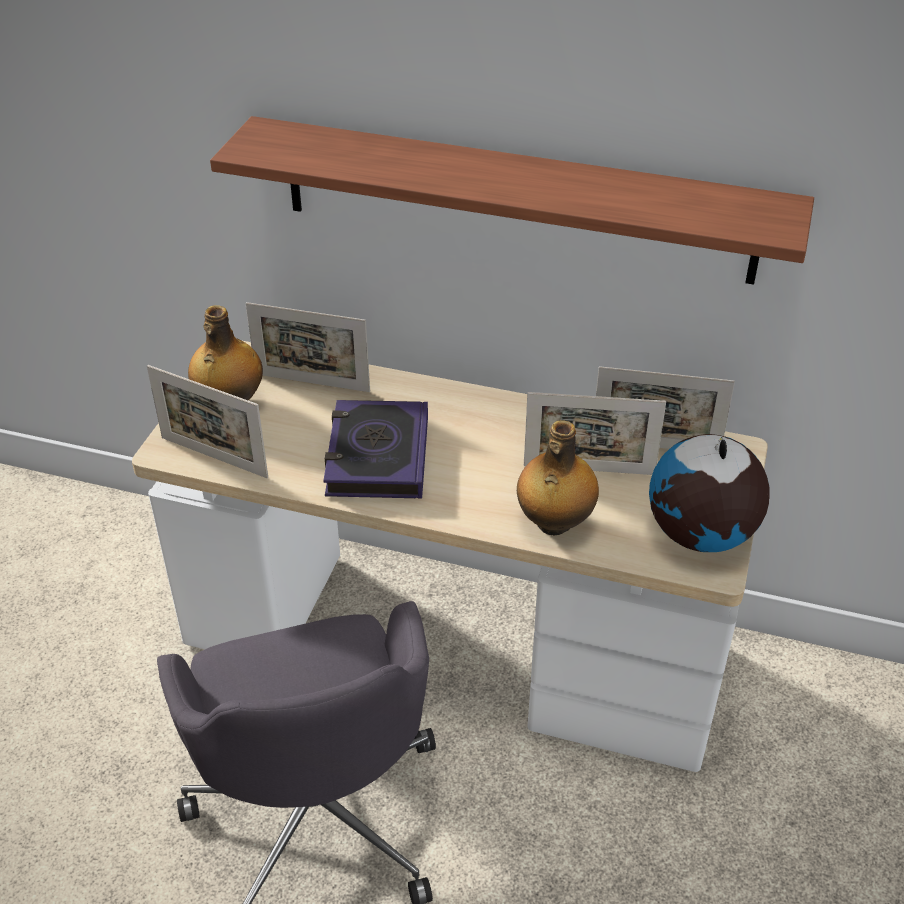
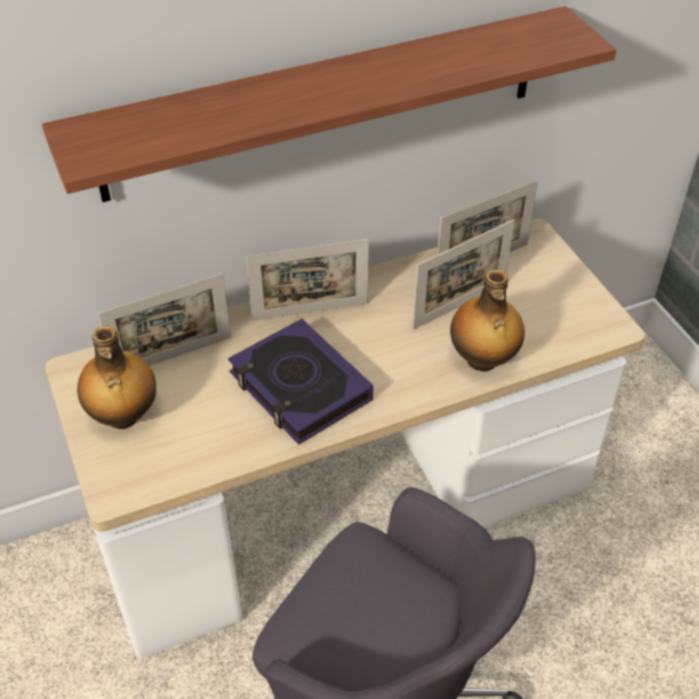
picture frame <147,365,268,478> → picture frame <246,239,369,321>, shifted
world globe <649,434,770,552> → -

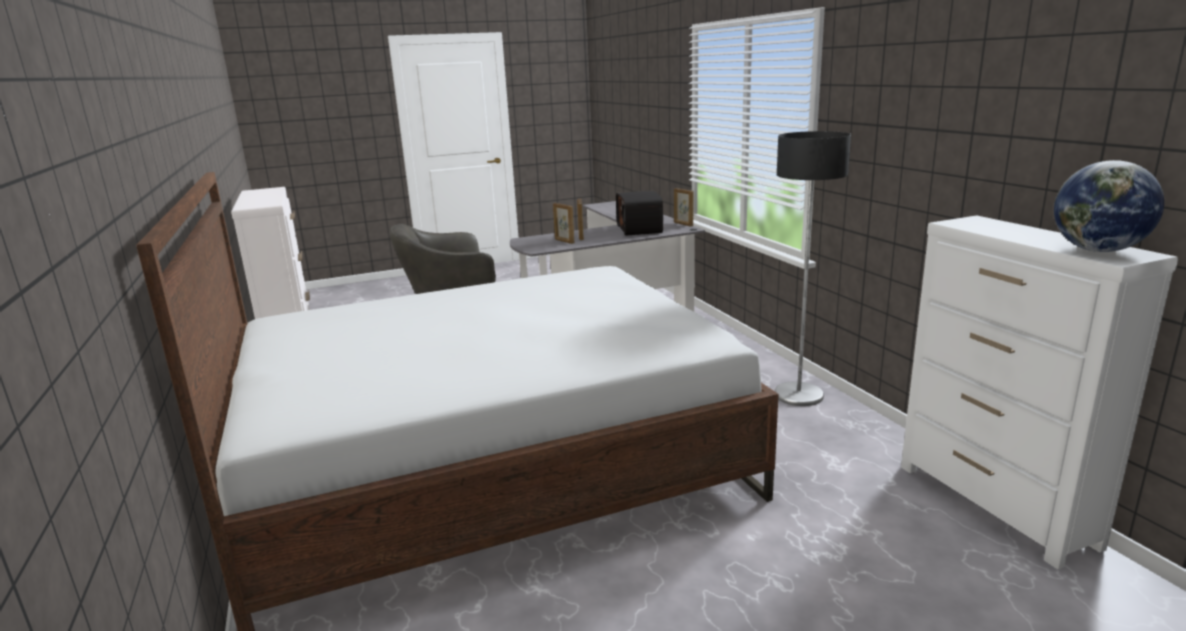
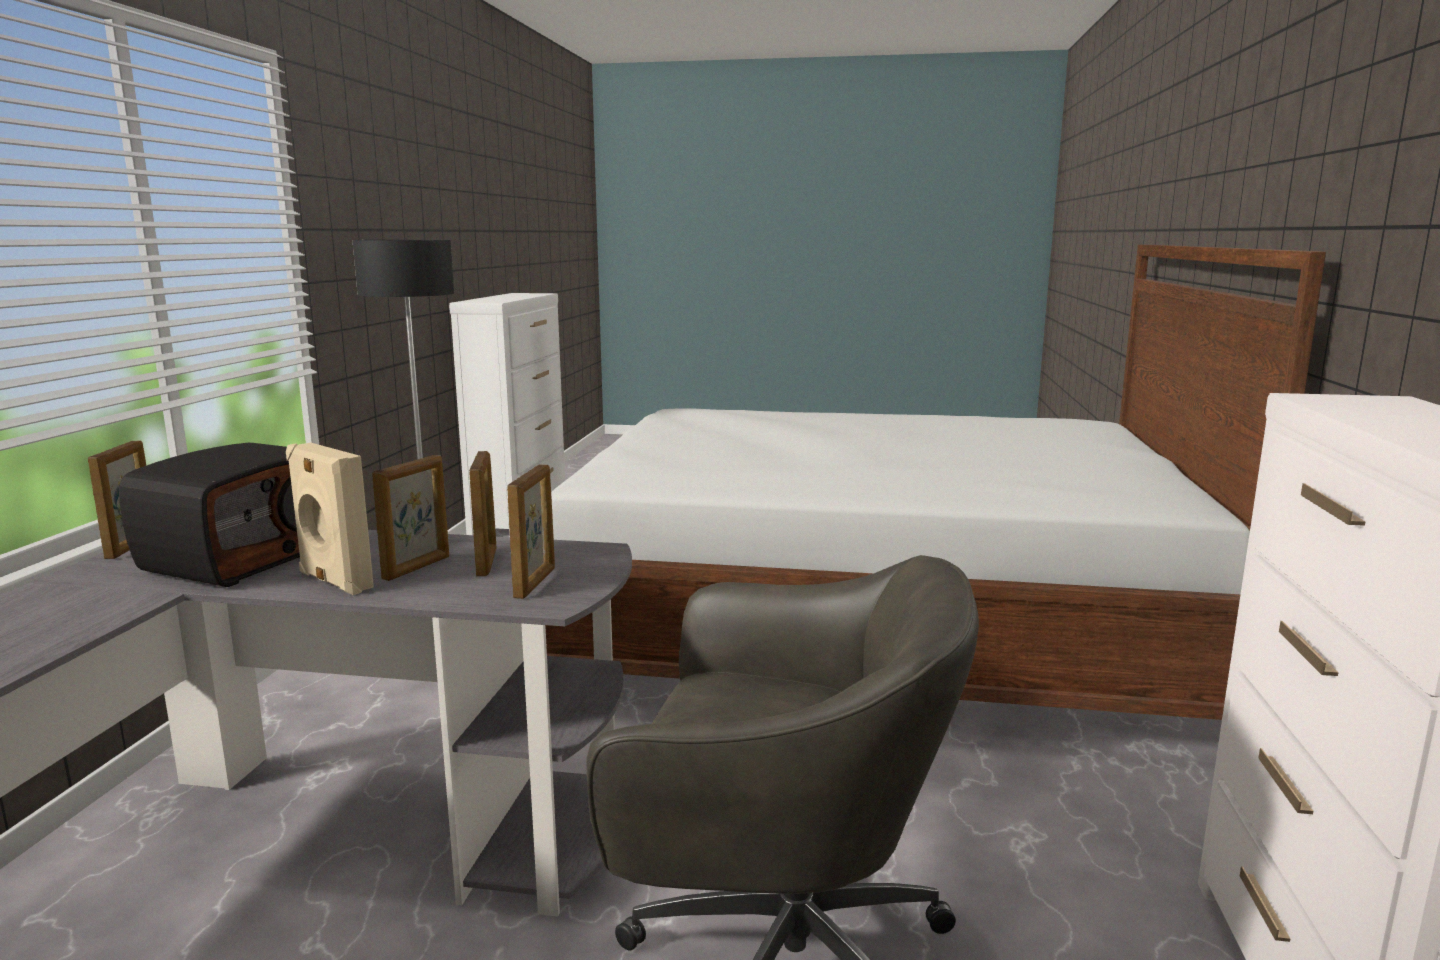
- → sand-coloured speaker <286,442,374,595>
- → picture frame <507,464,555,599>
world globe <1054,160,1164,252> → -

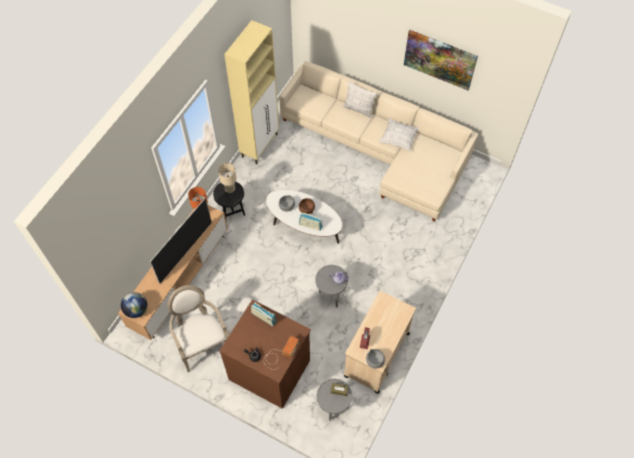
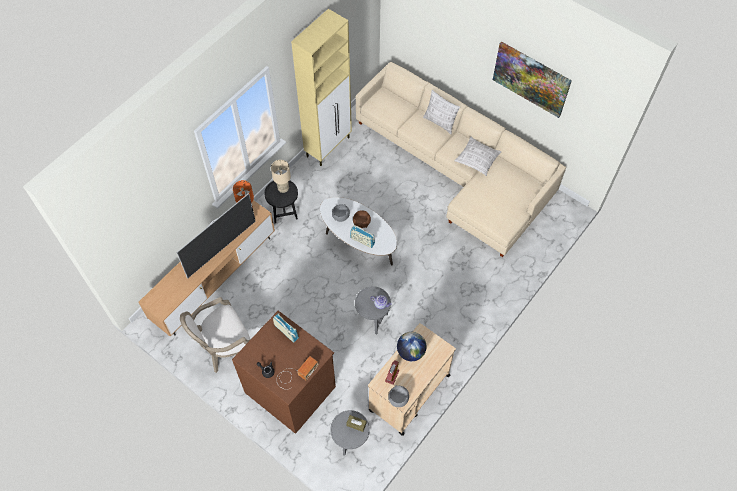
easy chair <167,285,229,372> → easy chair <180,297,251,373>, 105 degrees counterclockwise
world globe <121,292,147,318> → world globe <397,332,427,361>, shifted

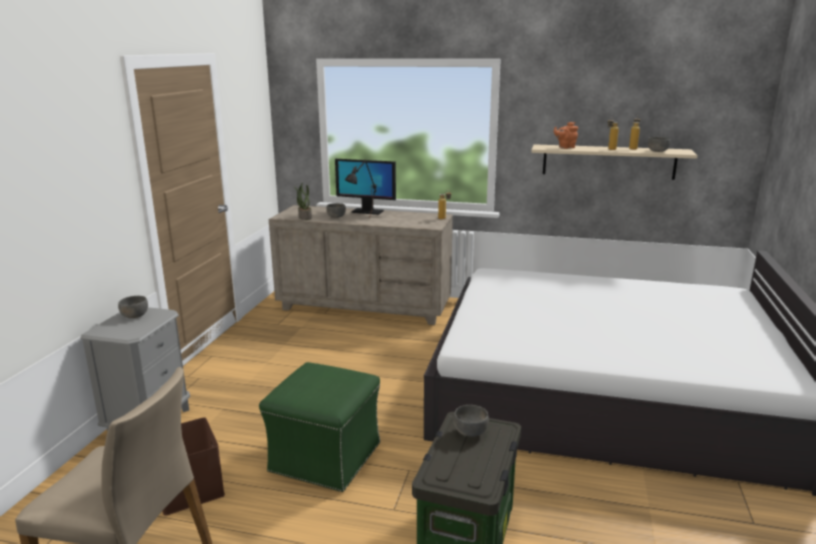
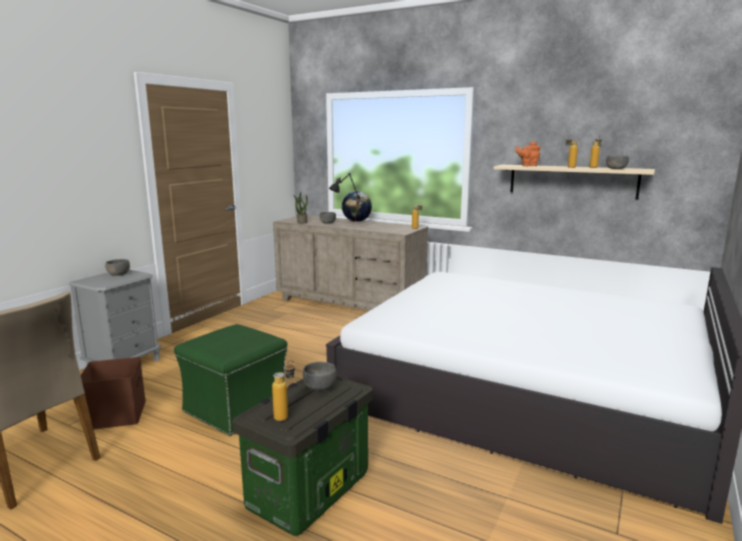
- → beverage bottle <272,360,295,421>
computer display <335,159,396,215> → world globe <342,191,372,222>

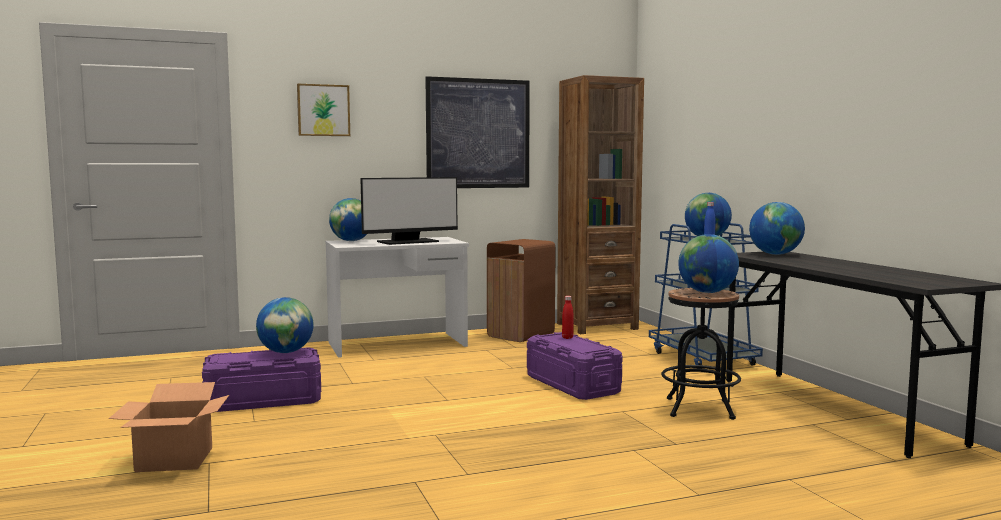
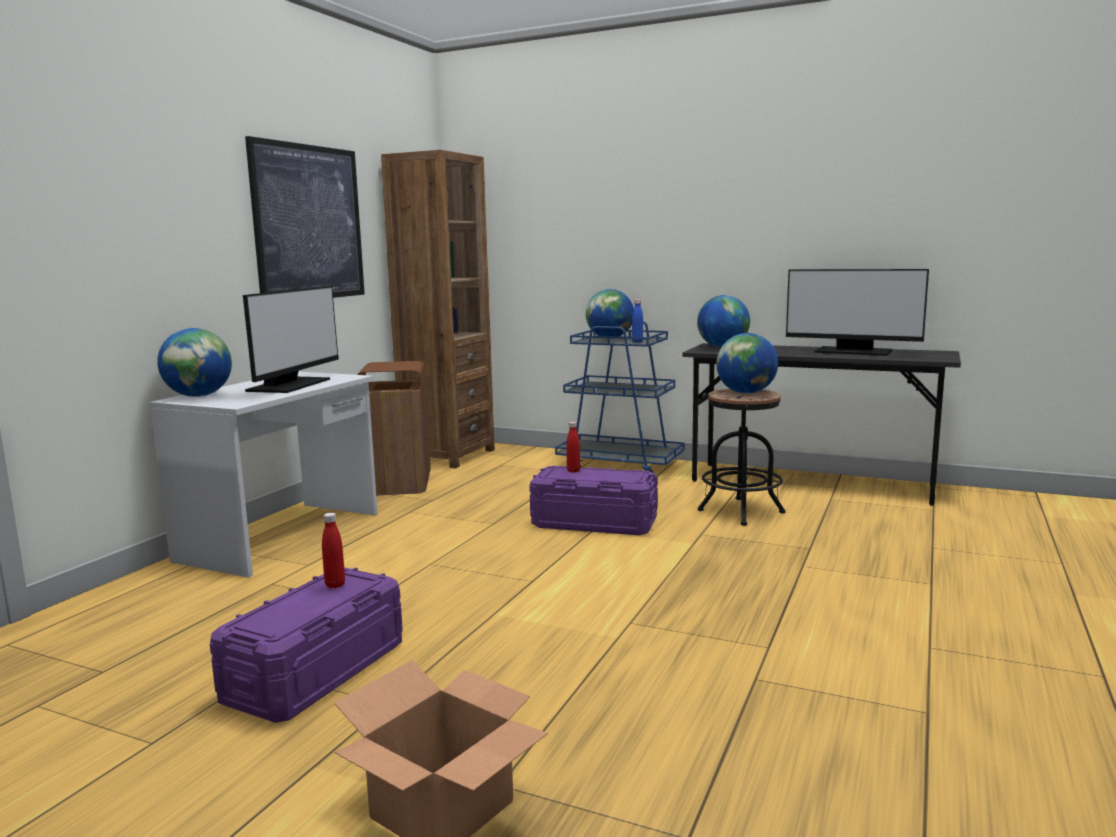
world globe <256,297,314,353> → red beverage bottle <322,513,345,588>
- → computer display <786,269,929,356>
wall art <297,84,350,136> → -

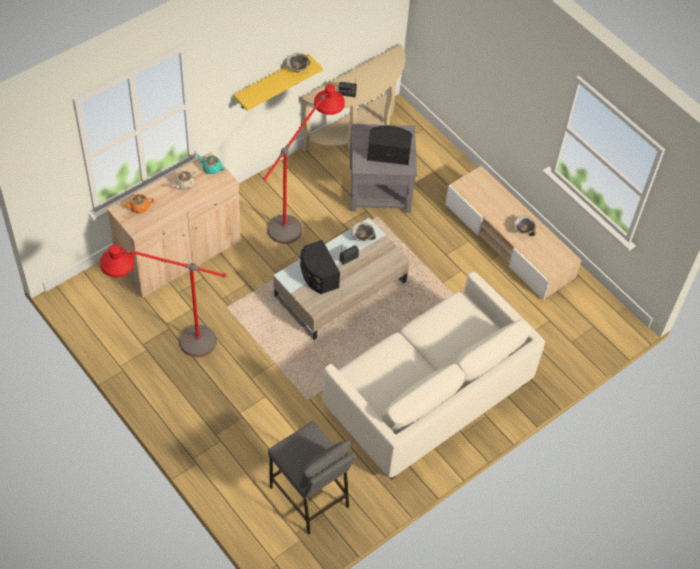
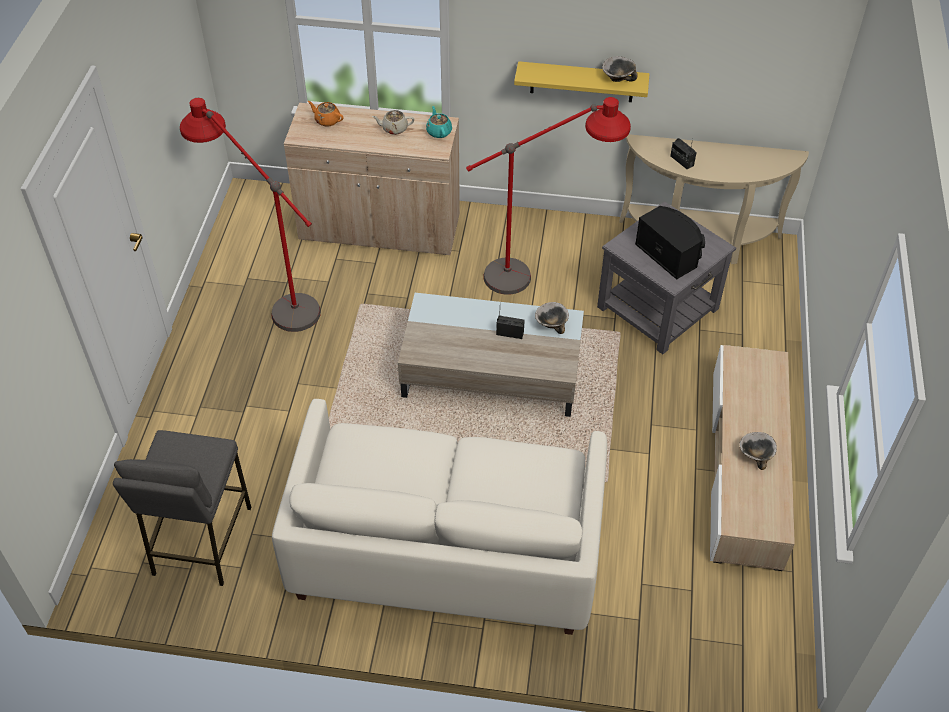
black speaker <300,240,340,294> → -

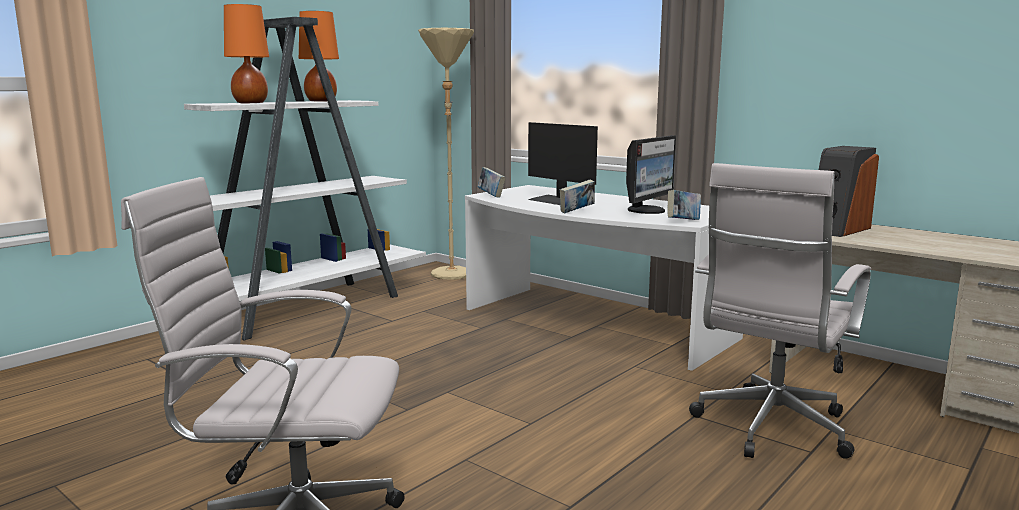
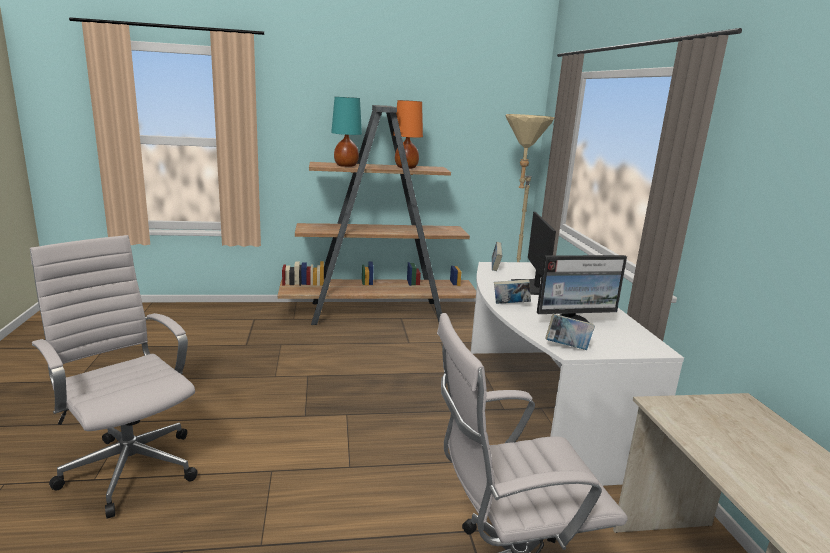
white-coloured bookshelf <184,17,426,341> → brown-coloured bookshelf <278,105,476,325>
orangey lamp for a table <224,4,269,104> → blue-green lamp for a table <331,97,362,167>
speaker <819,146,879,237> → -

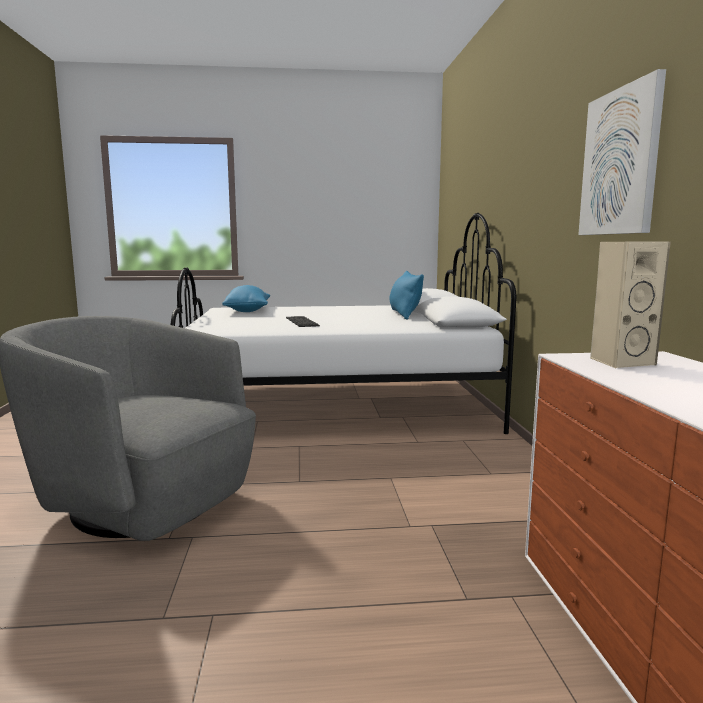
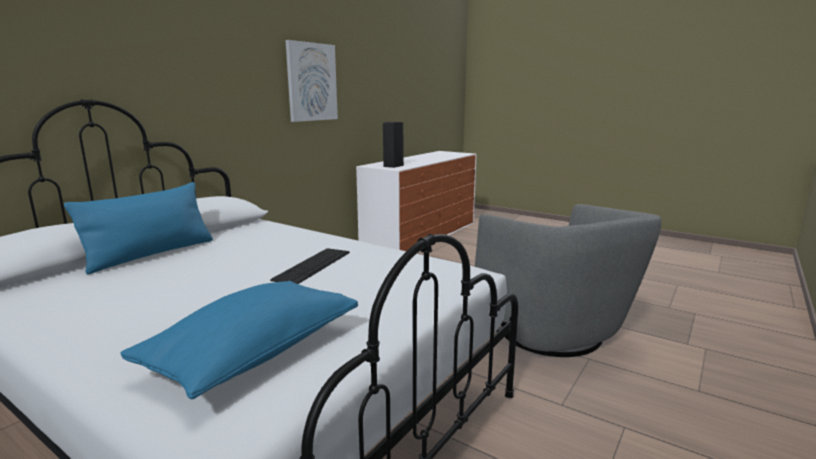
sand-coloured speaker <590,242,671,368> → black speaker <383,122,404,168>

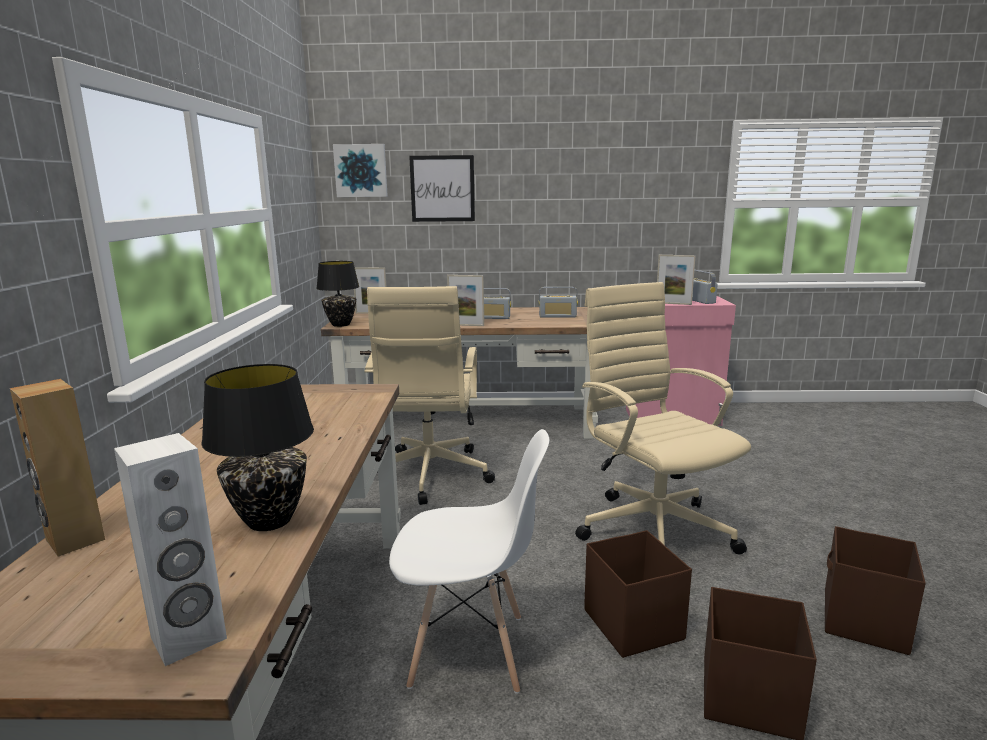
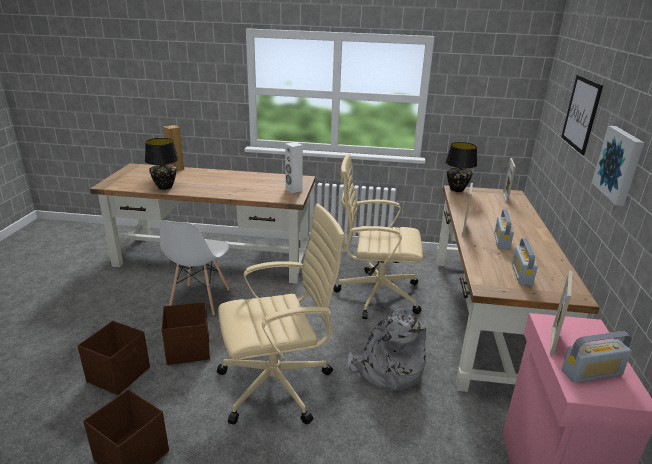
white-coloured speaker <114,433,227,666> → white-coloured speaker <285,142,303,193>, shifted
- → greyish backpack <348,307,426,391>
wall art <333,144,388,197> → wall art <592,126,644,206>, shifted

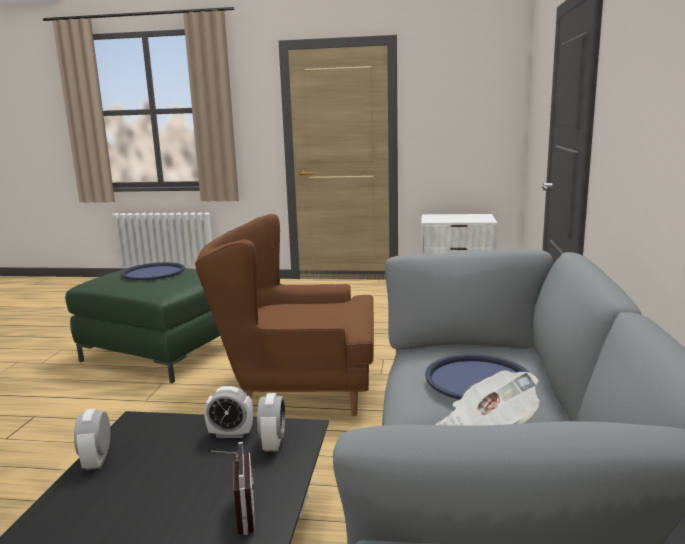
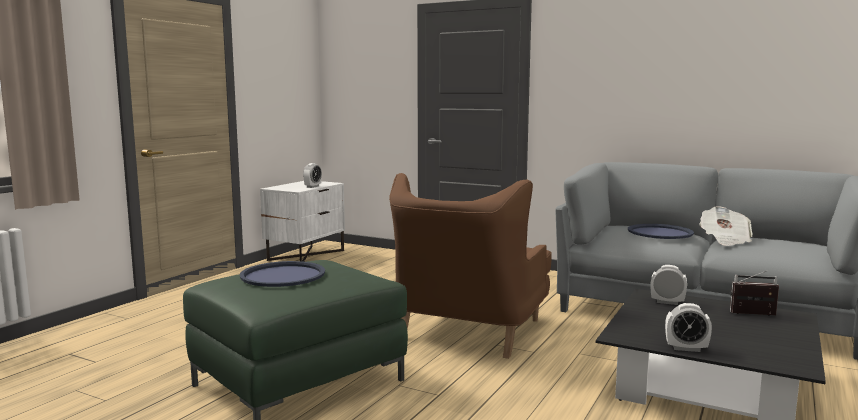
alarm clock <204,386,253,438> → alarm clock <303,163,322,188>, shifted

